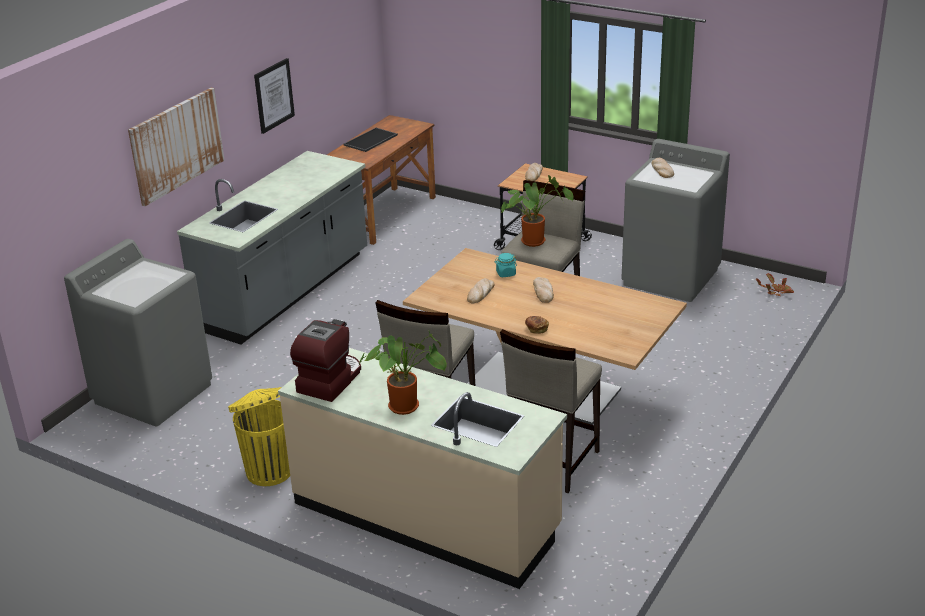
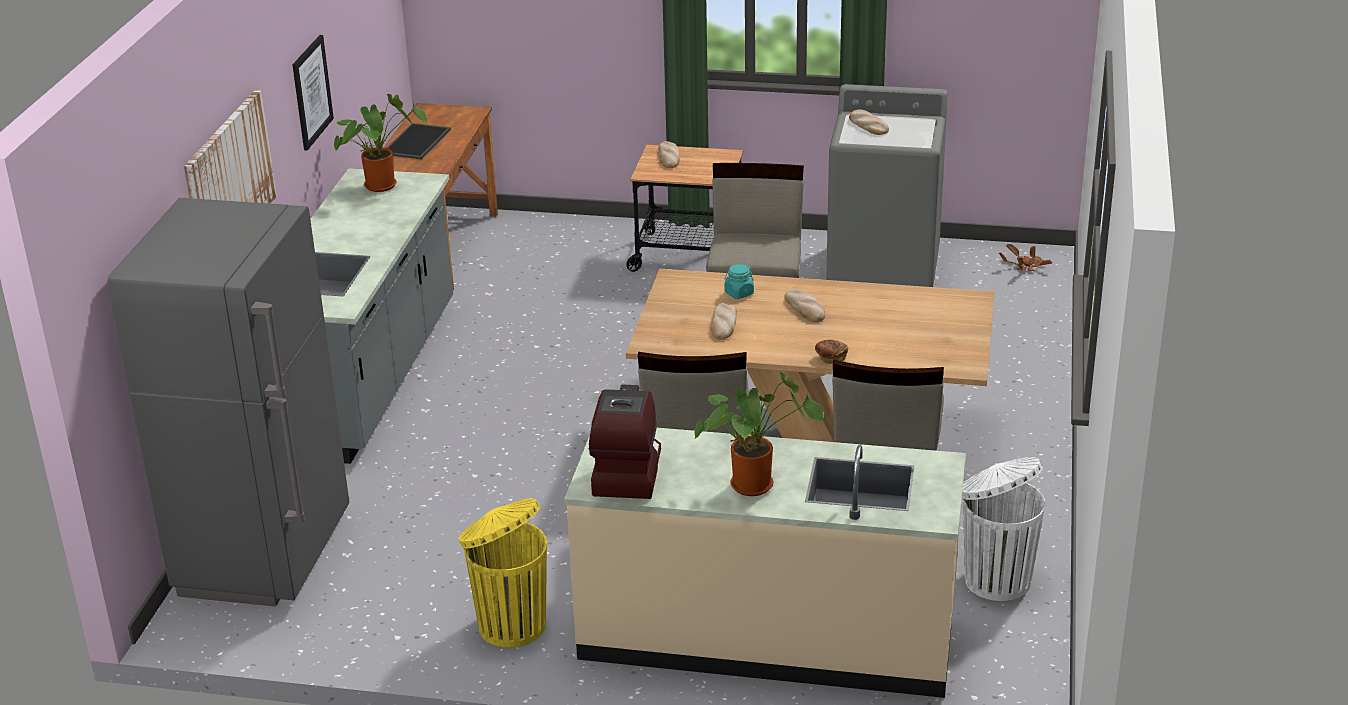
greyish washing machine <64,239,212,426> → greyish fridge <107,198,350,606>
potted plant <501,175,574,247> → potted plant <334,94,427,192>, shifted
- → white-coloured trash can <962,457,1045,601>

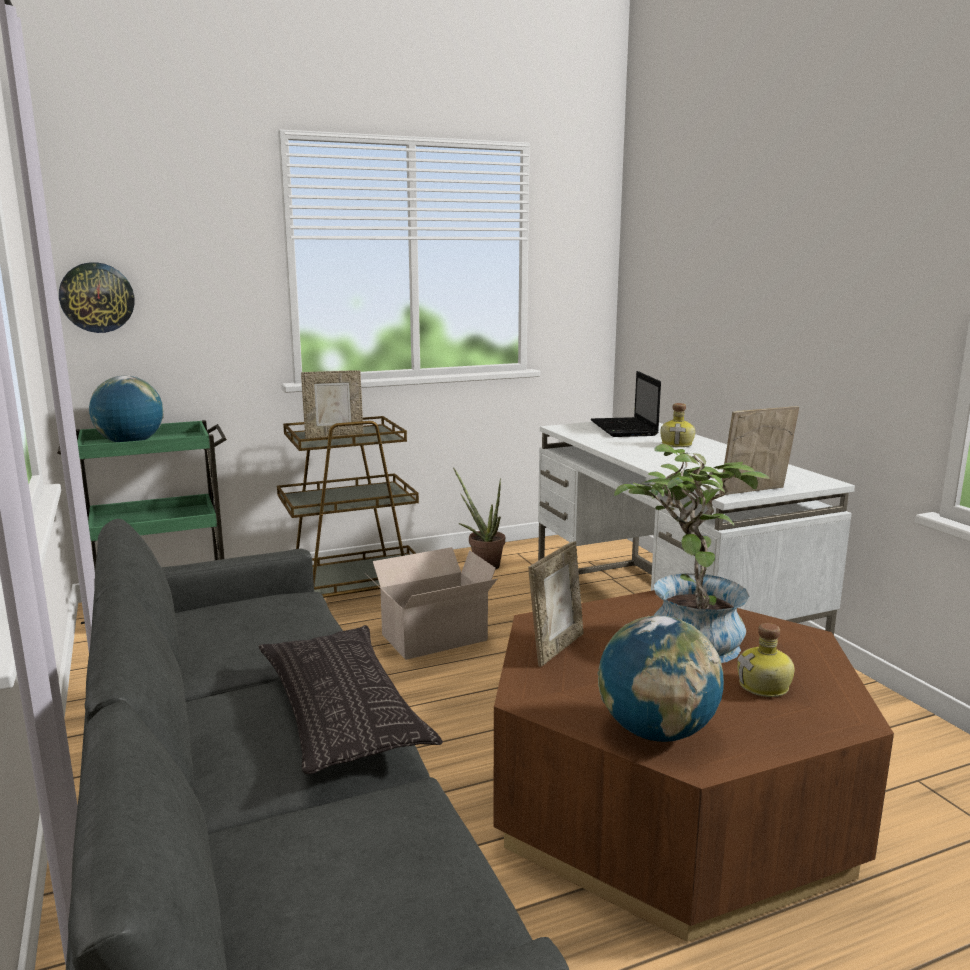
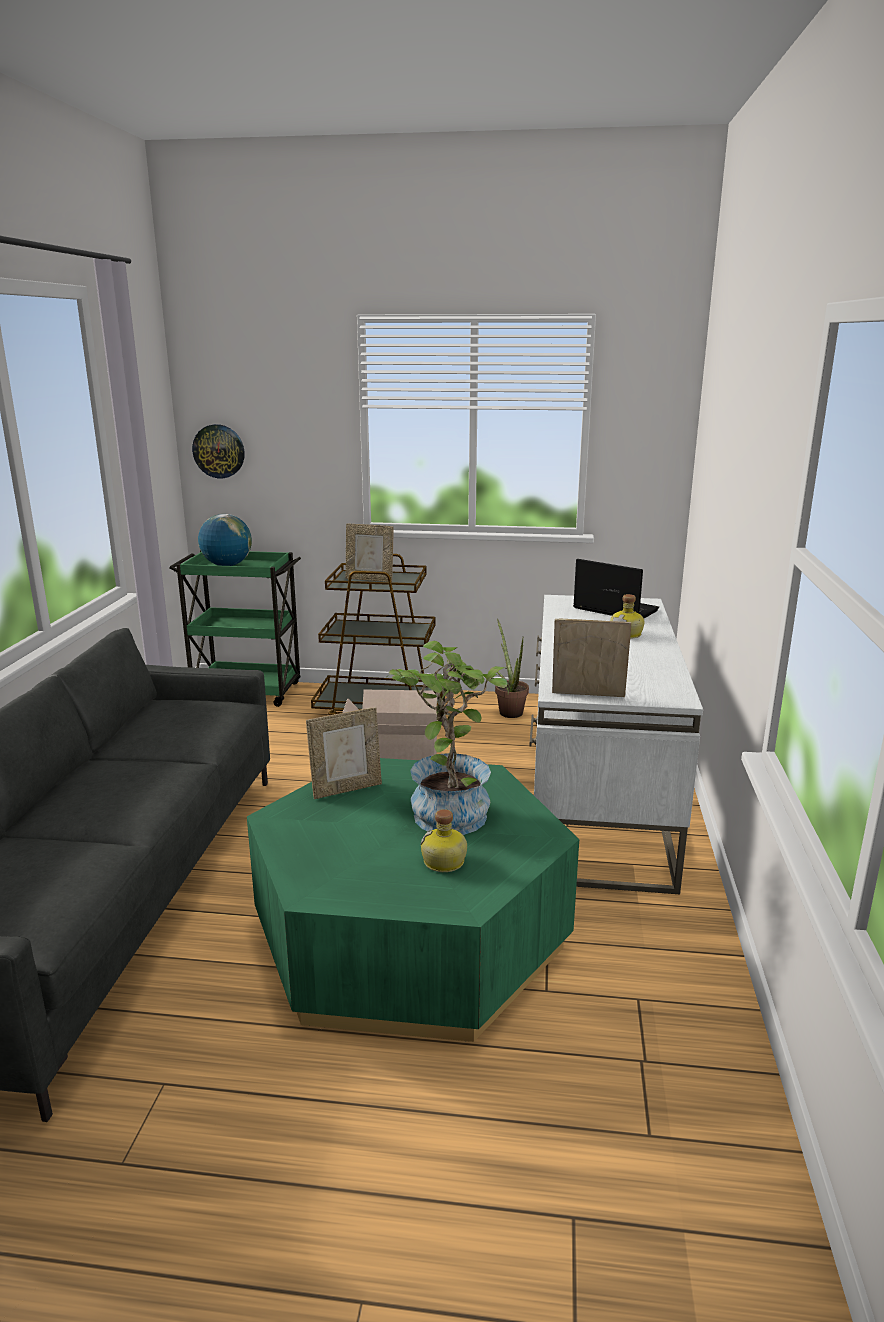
brown-coloured coffee table <493,590,894,942> → green-coloured coffee table <247,758,579,1042>
laptop <591,371,661,437> → laptop <573,559,659,618>, 105 degrees clockwise
throw pillow <259,625,443,774> → -
world globe <597,615,724,742> → -

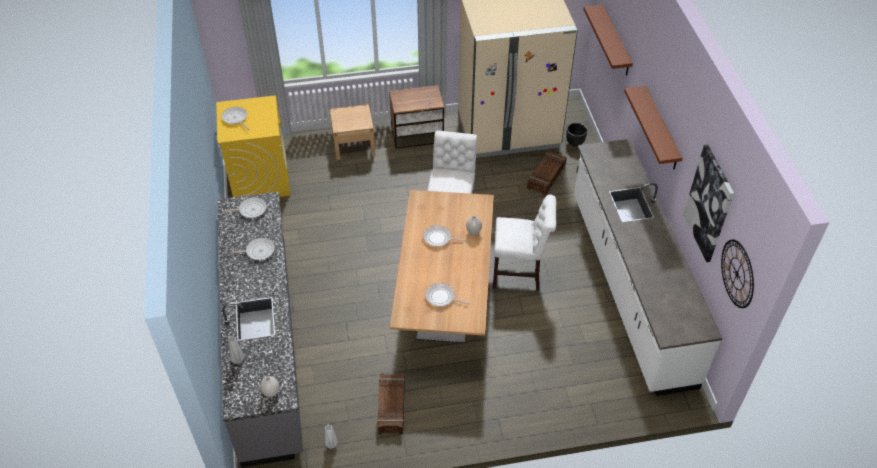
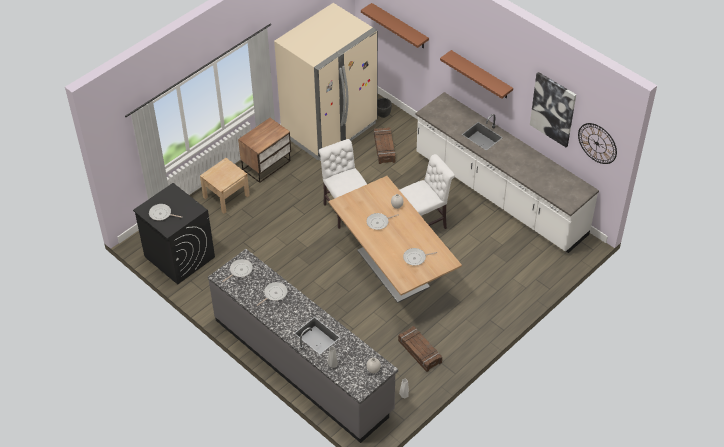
yellow washing machine <216,95,290,197> → black washing machine <133,183,215,285>

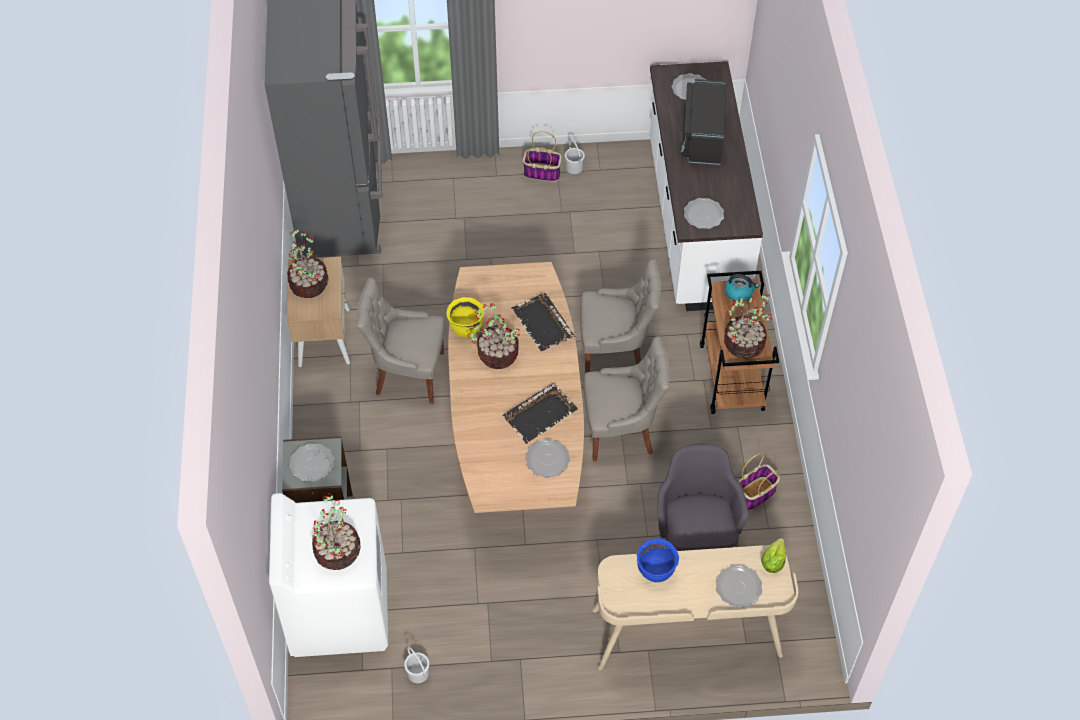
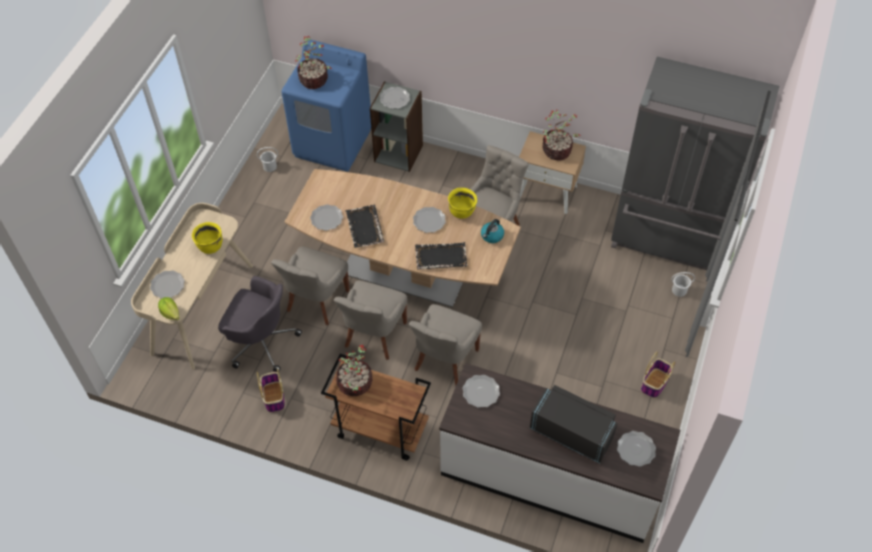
blue stockpot <637,538,679,582> → yellow stockpot <192,222,222,254>
- → greyish upright chair <271,246,350,326>
white-coloured washing machine <269,493,388,657> → blue washing machine <281,40,371,172>
potted plant <467,303,520,369> → flat dish <413,207,446,233>
tea kettle <725,274,759,302> → tea kettle <481,219,504,243>, shifted
white-coloured pail <565,139,585,174> → white-coloured pail <671,272,695,297>, shifted

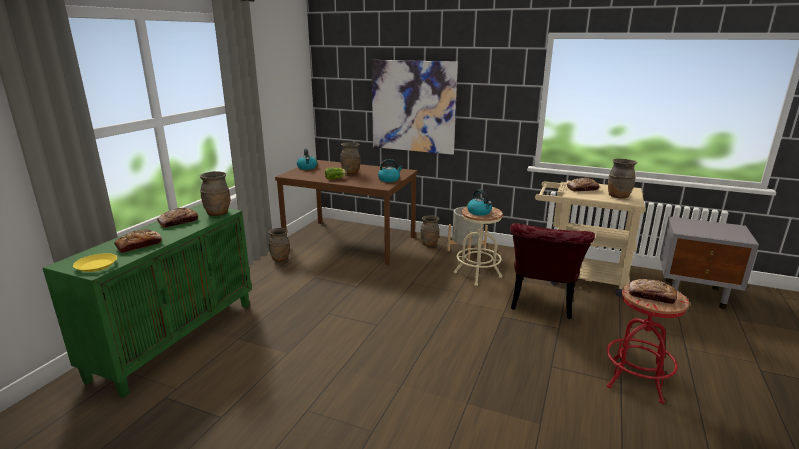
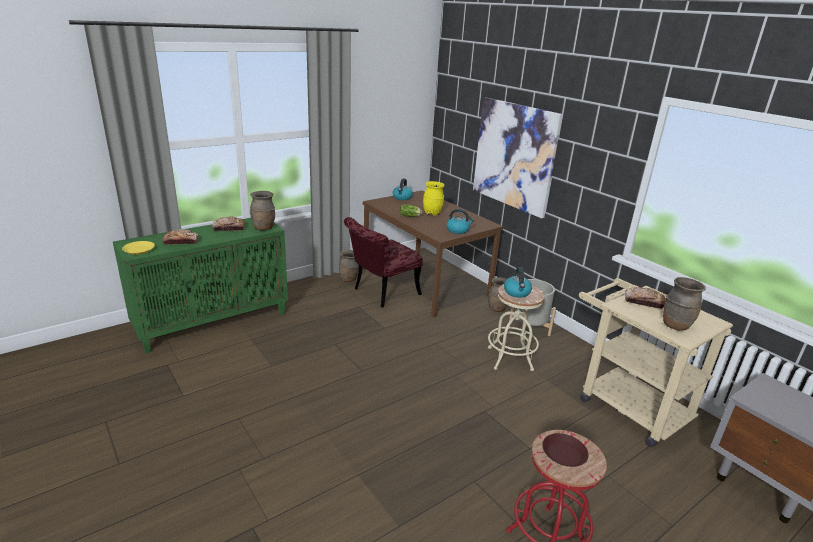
red upright chair <510,223,595,319> → red upright chair <344,217,423,307>, shifted
brown-coloured vase <340,142,360,174> → yellow vase <423,181,444,215>
bread <629,279,677,304> → brown-coloured flat dish <542,433,588,467>

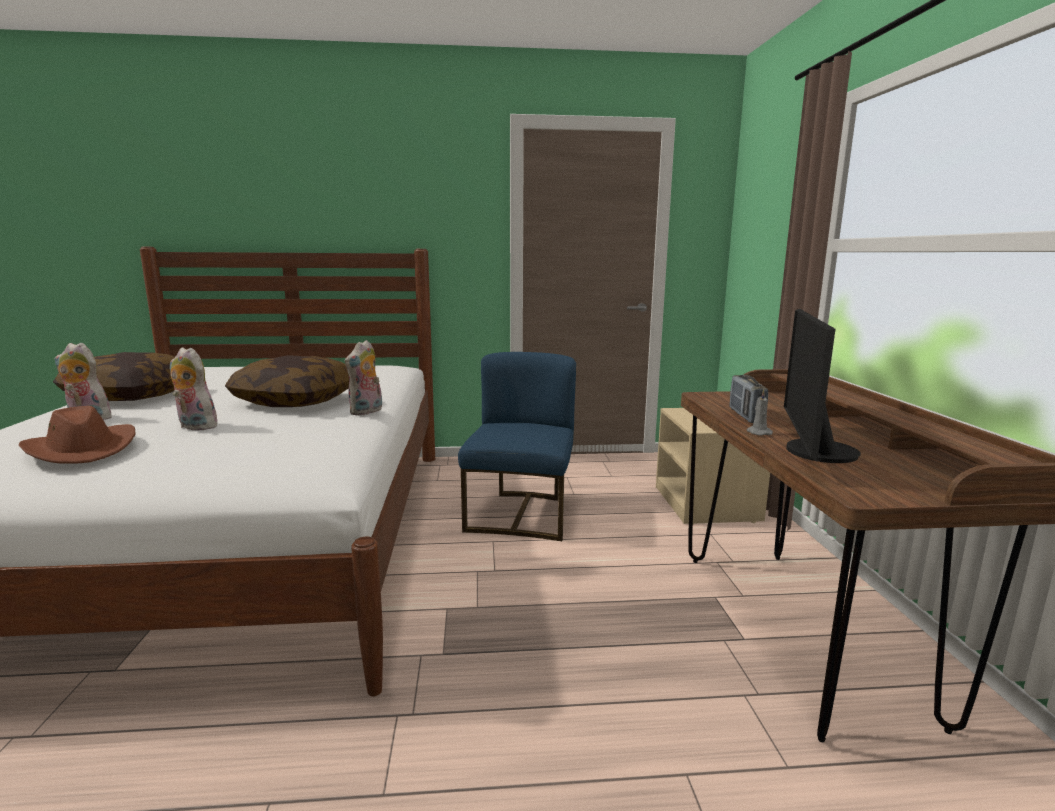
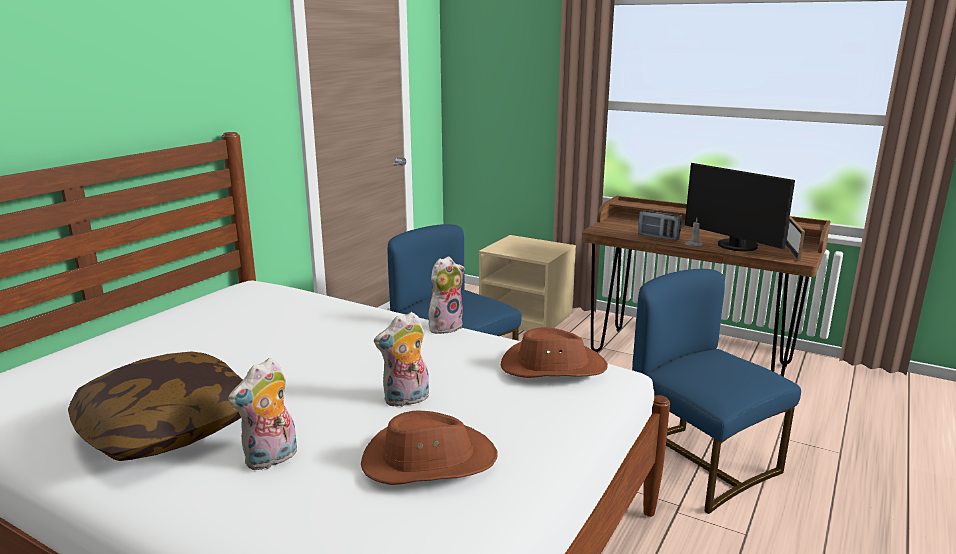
plush toy <345,340,382,416> → plush toy <429,256,465,334>, 105 degrees counterclockwise
- → brown-coloured wearable hat <501,327,608,378>
- → blue upright chair <632,269,801,514>
- → picture frame <785,216,805,261>
throw pillow <225,355,349,407> → -

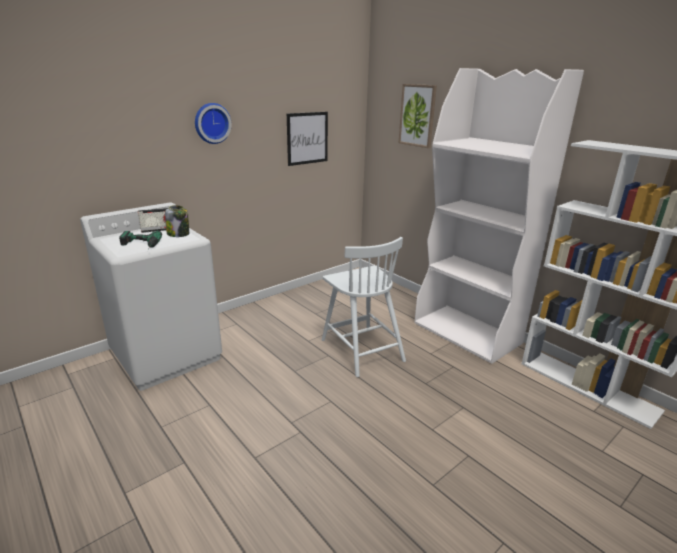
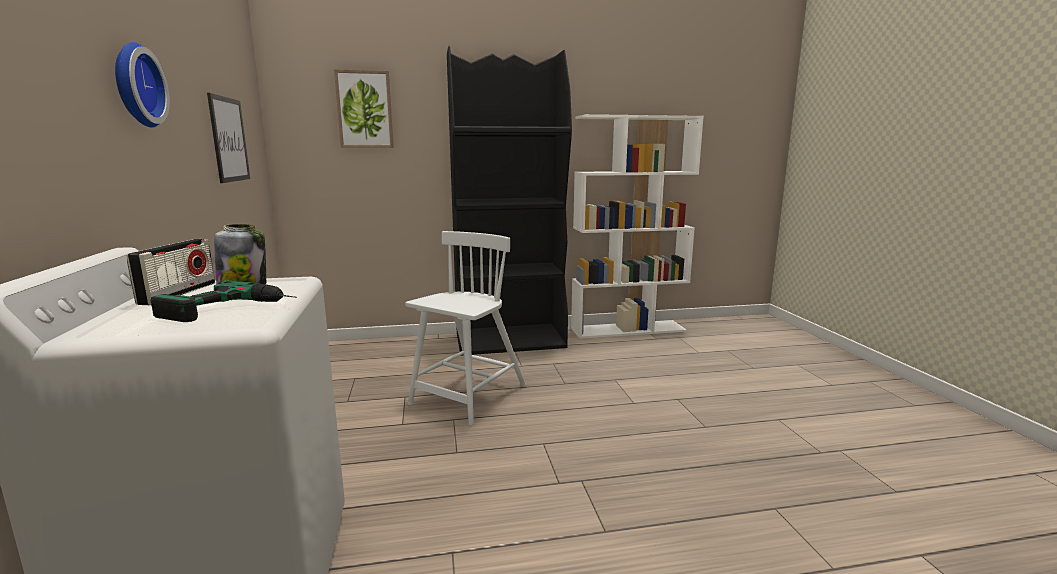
white-coloured upright chair <322,237,406,377> → white-coloured upright chair <405,231,526,426>, 60 degrees counterclockwise
white-coloured bookshelf <414,68,584,364> → black bookshelf <447,46,572,356>

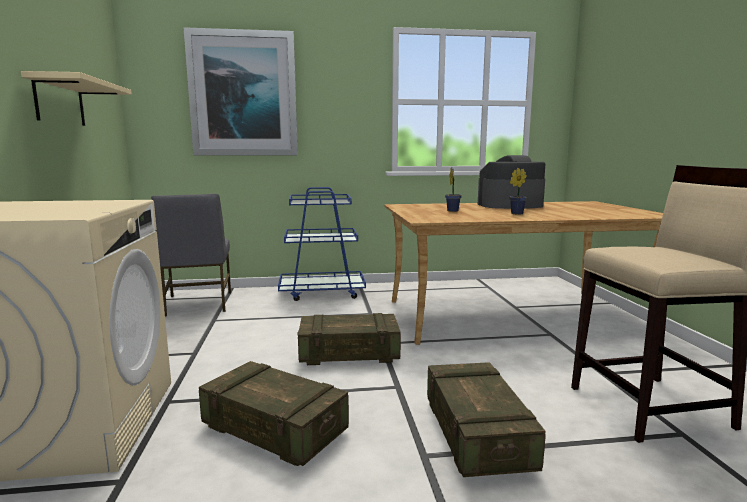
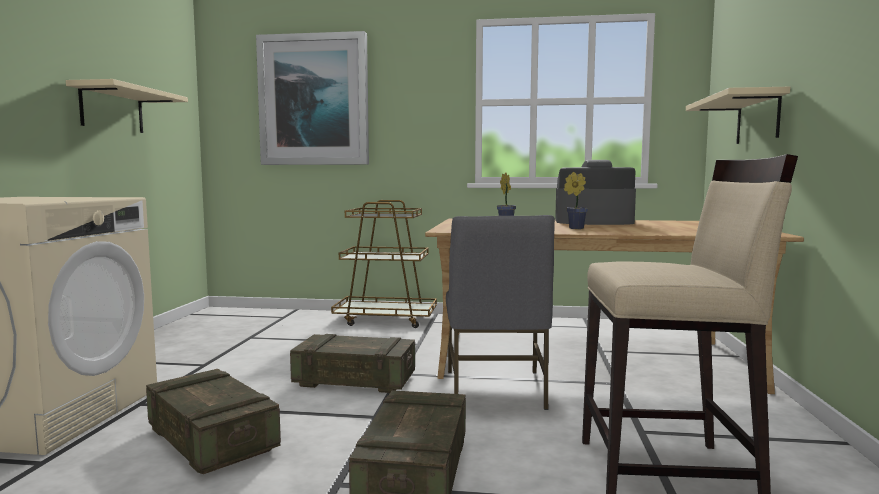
blue trolley <278,187,366,301> → brown-coloured trolley <331,200,437,328>
greyish upright chair <151,194,231,316> → greyish upright chair <446,215,555,410>, shifted
- → sand-coloured bracket shelf <686,87,790,144>

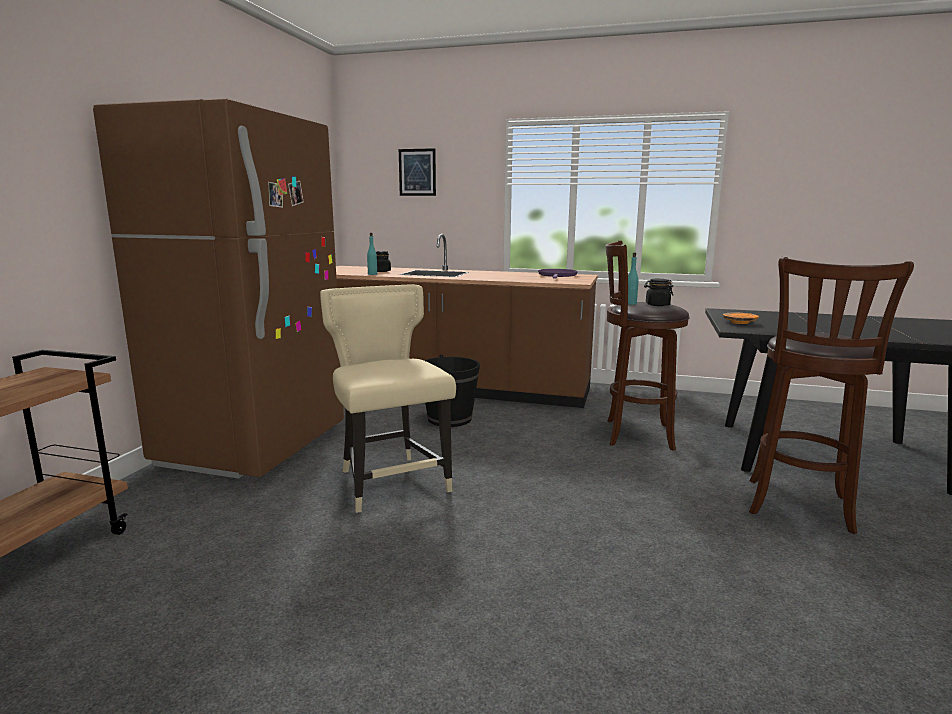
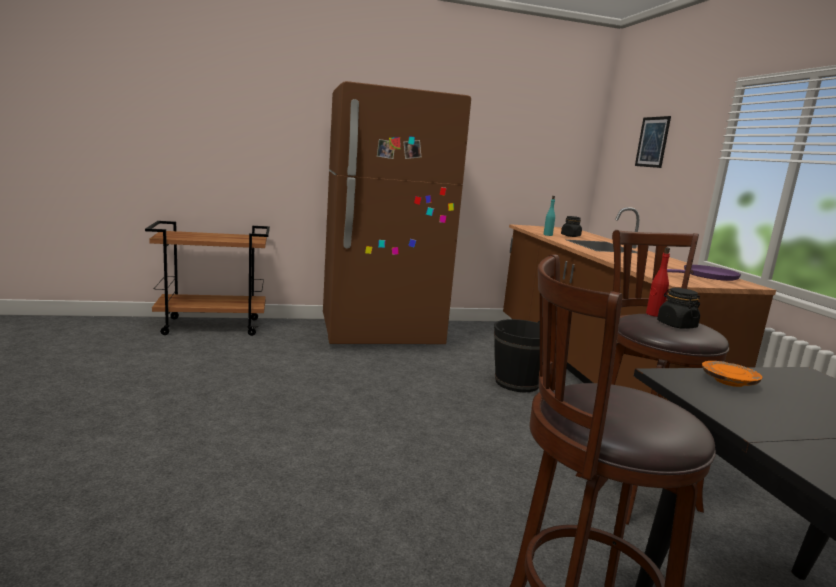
blue-green beverage bottle <628,253,639,305> → red beverage bottle <646,247,670,317>
sand-coloured upright chair <320,285,456,513> → -

